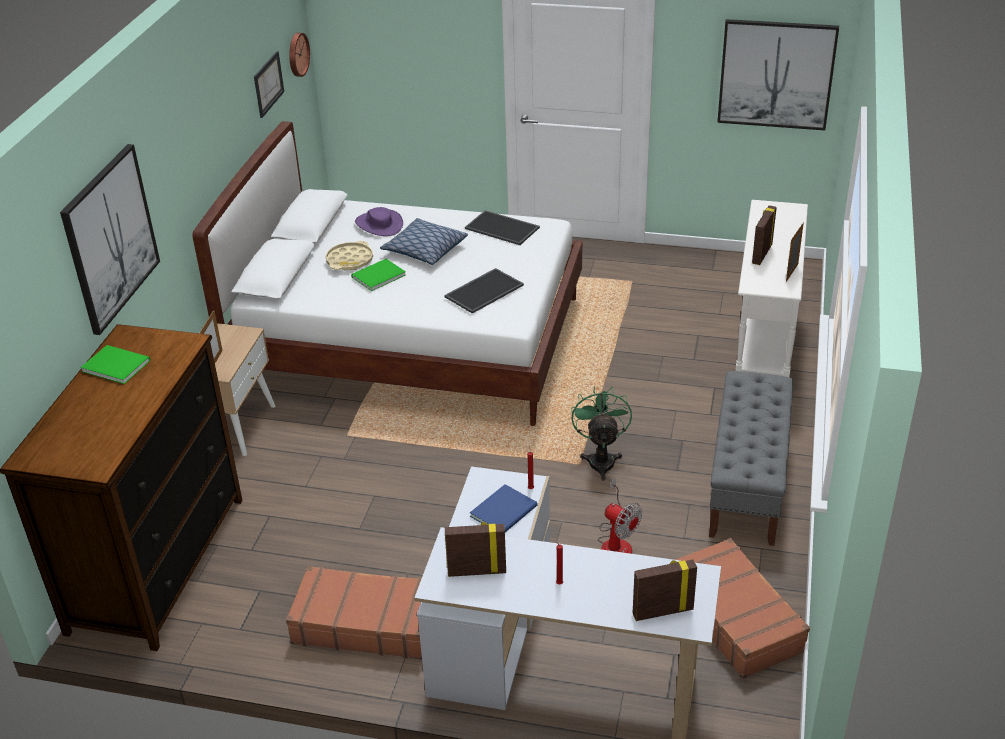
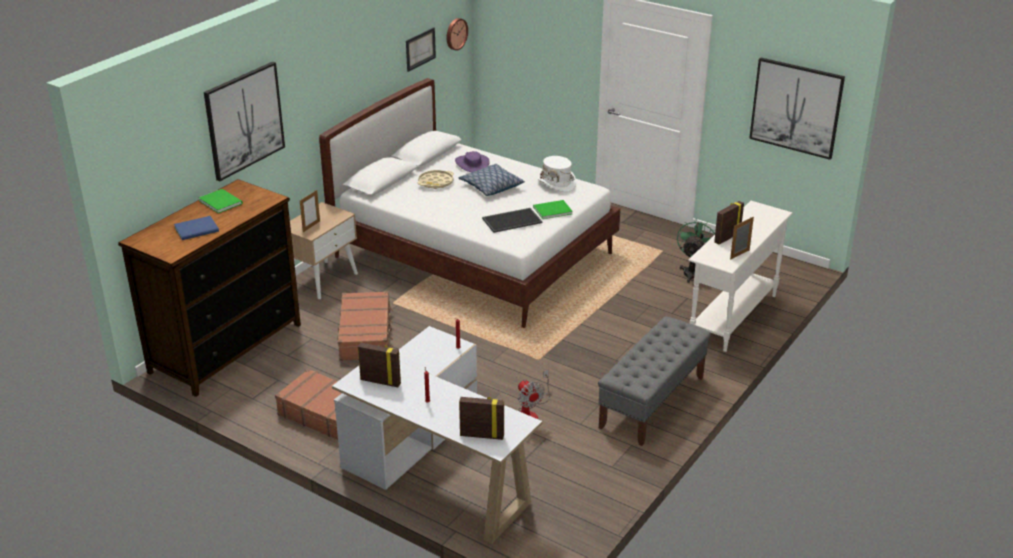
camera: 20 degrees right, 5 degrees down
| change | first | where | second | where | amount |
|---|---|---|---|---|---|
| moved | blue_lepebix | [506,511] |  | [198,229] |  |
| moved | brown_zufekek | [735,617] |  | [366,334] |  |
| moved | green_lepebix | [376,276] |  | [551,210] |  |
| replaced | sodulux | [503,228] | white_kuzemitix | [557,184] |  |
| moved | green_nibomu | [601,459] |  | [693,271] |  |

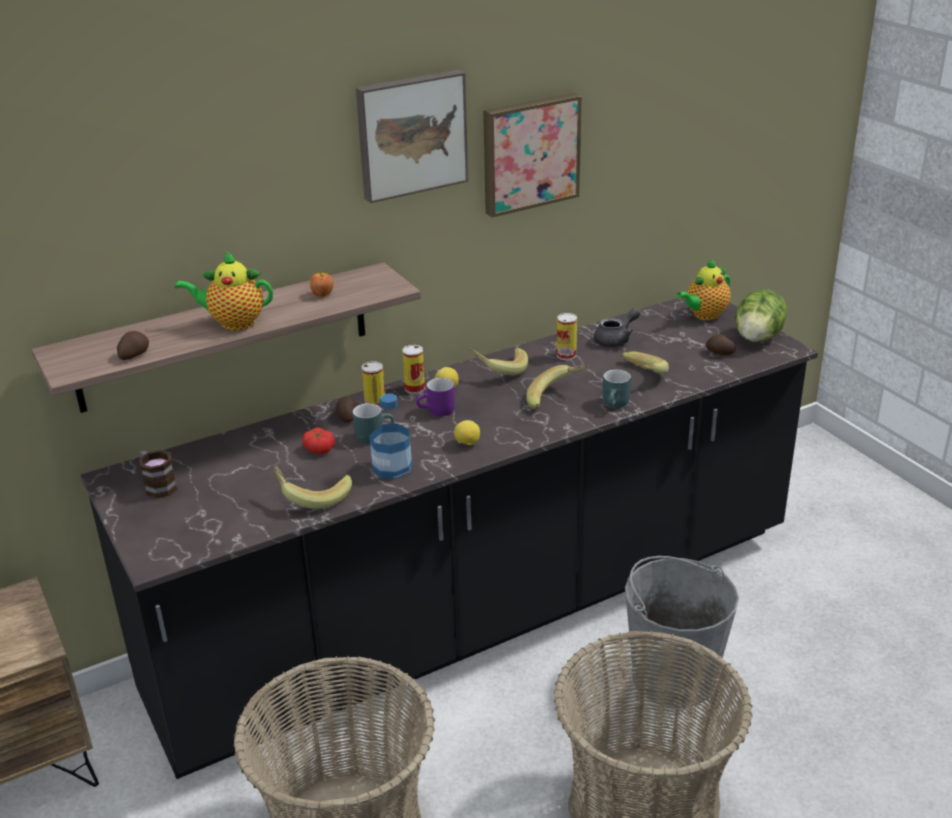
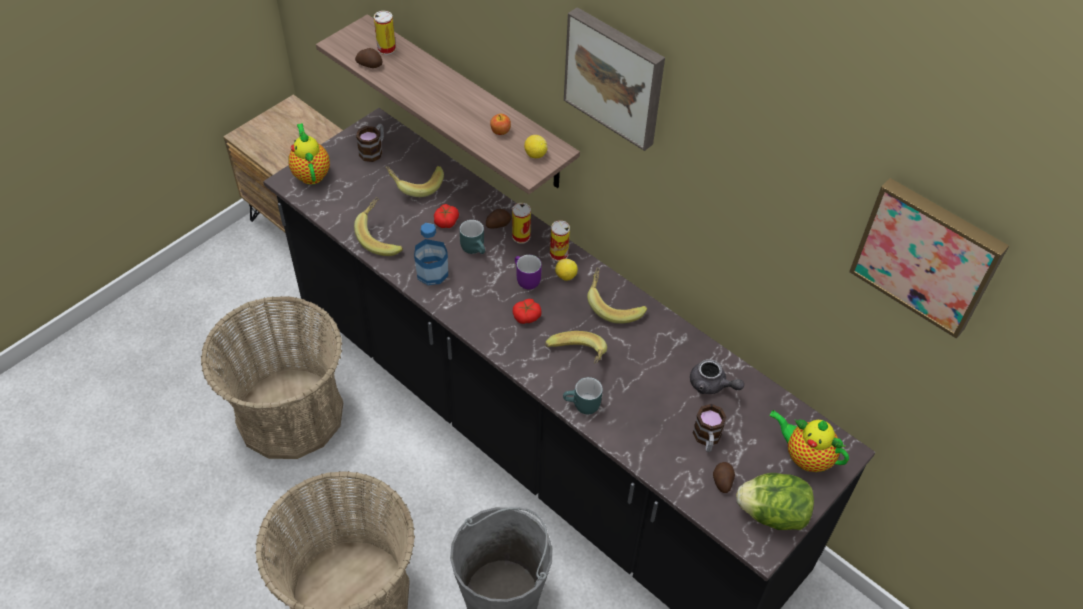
camera: 70 degrees right, 20 degrees up
| change | first | where | second | where | amount |
|---|---|---|---|---|---|
| moved | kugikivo | [233,323] |  | [311,173] |  |
| moved | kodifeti | [566,355] |  | [386,49] |  |
| moved | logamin | [638,376] |  | [415,185] |  |
| added |  |  | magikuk | [527,316] |  |
| moved | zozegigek | [467,443] |  | [535,155] |  |
| added |  |  | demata | [707,439] |  |
| moved | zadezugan | [529,153] |  | [927,255] |  |

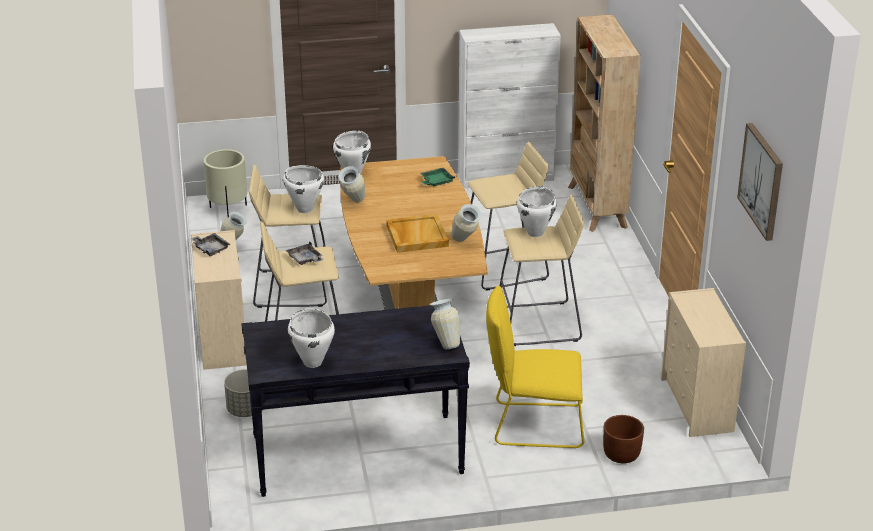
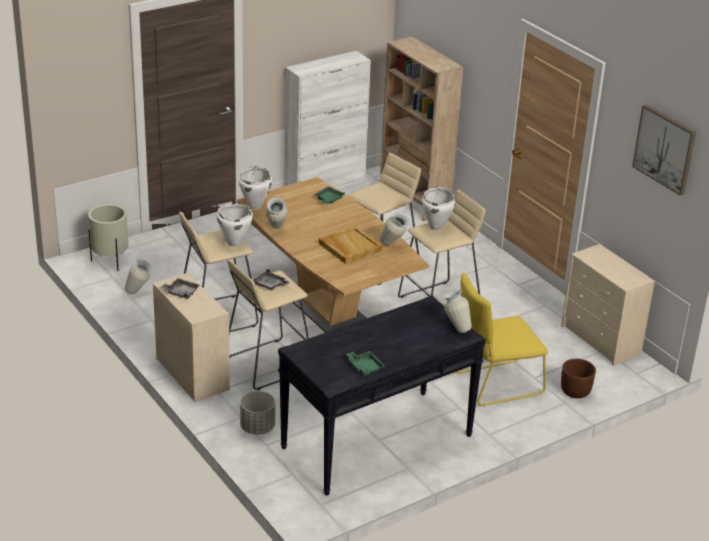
camera: 25 degrees left, 0 degrees up
| change | first | where | second | where | amount |
|---|---|---|---|---|---|
| replaced | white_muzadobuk | [313,362] | green_sodulux | [364,367] |  |

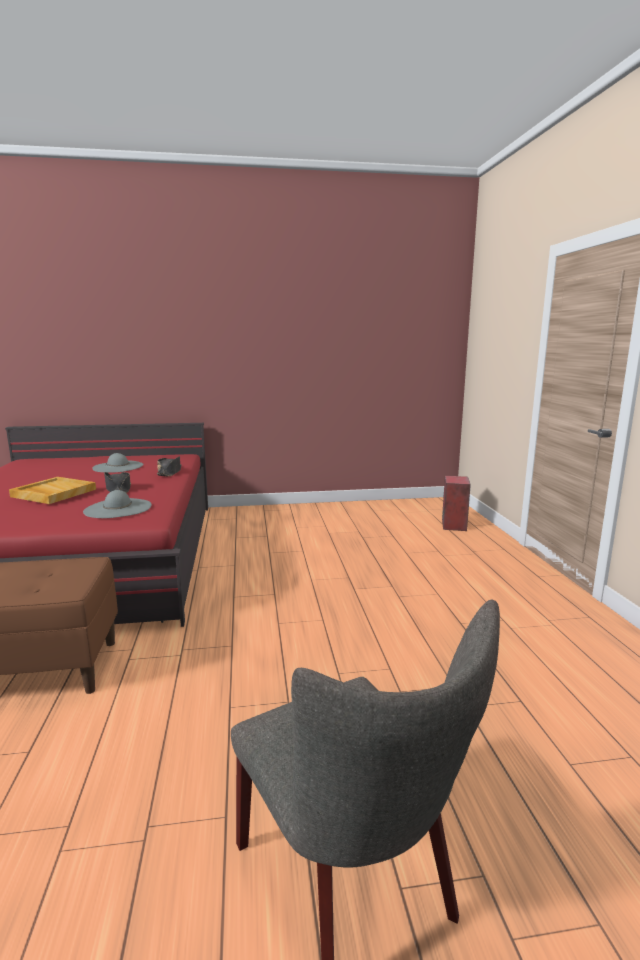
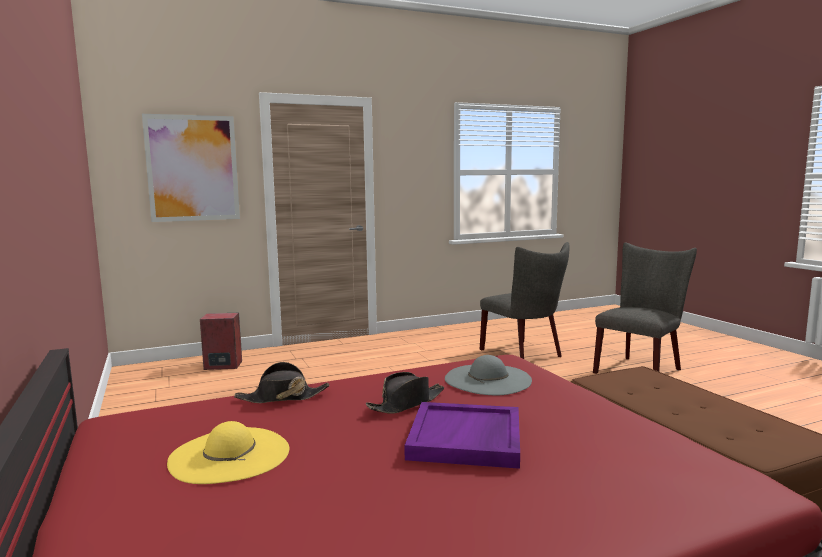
camera: 105 degrees left, 5 degrees down
| change | first | where | second | where | amount |
|---|---|---|---|---|---|
| added |  |  | zadezugan | [192,168] |  |
| recoloured | grey_kuzemitix | [118,467] | yellow_kuzemitix | [229,455] |  |
| recoloured | beige_sodulux | [53,493] | purple_sodulux | [466,439] |  |
| added |  |  | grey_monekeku | [524,354] |  |

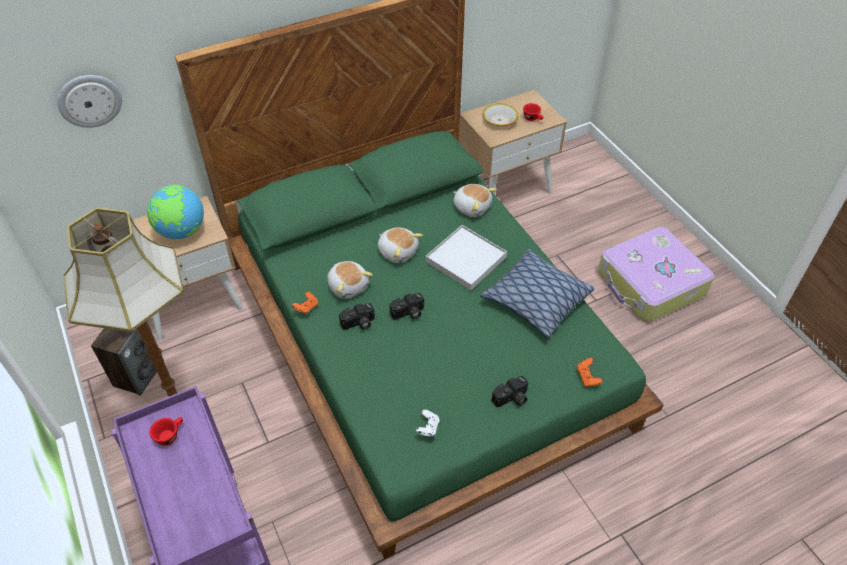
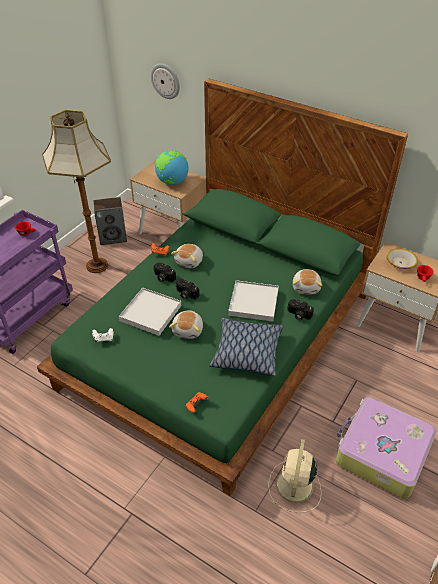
camera: 60 degrees right, 5 degrees down
| change | first | where | second | where | amount |
|---|---|---|---|---|---|
| added |  |  | white_sodulux | [150,313] |  |
| moved | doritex | [398,251] |  | [188,330] |  |
| added |  |  | beige_nibomu | [294,487] |  |
| moved | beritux | [511,399] |  | [298,315] |  |

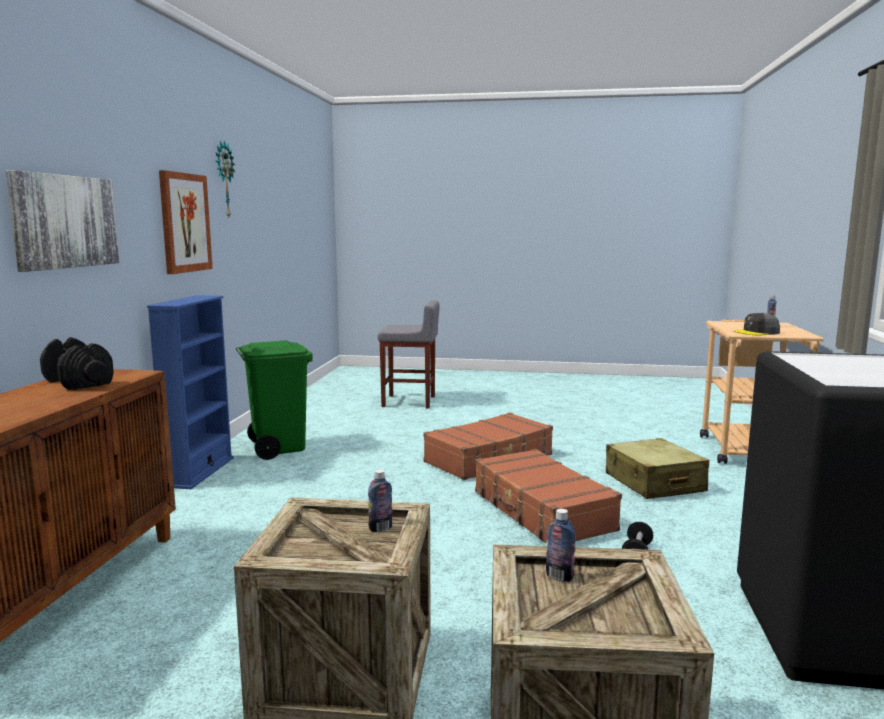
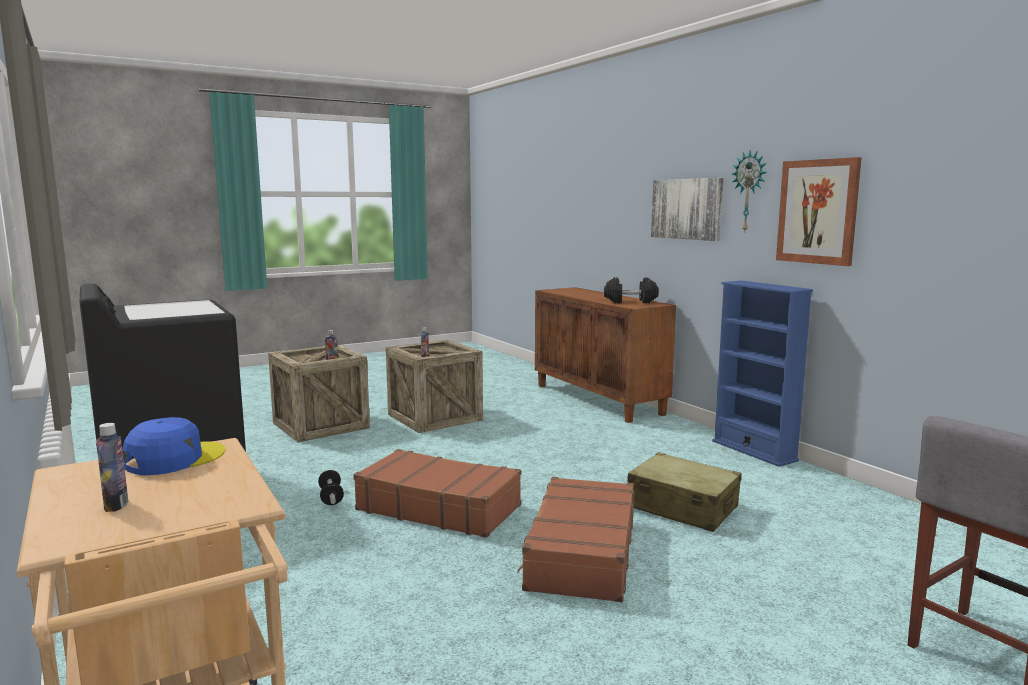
camera: 140 degrees right, 0 degrees up
| change | first | where | second | where | amount |
|---|---|---|---|---|---|
| recoloured | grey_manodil | [756,332] | blue_manodil | [174,459] |  |
| moved | beige_zufekek | [654,483] |  | [682,507] |  |
| moved | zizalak | [223,180] |  | [749,191] |  |
| removed | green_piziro | [278,448] |  |  |  |

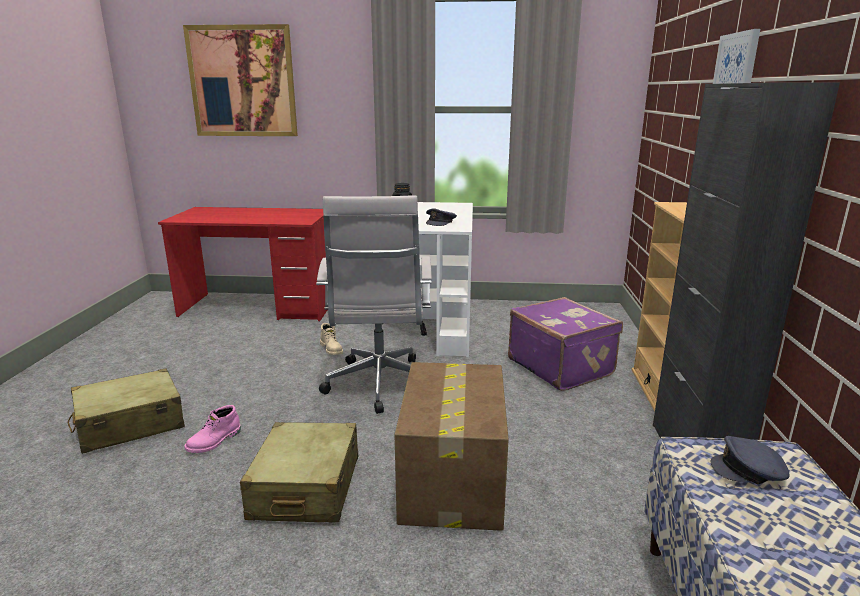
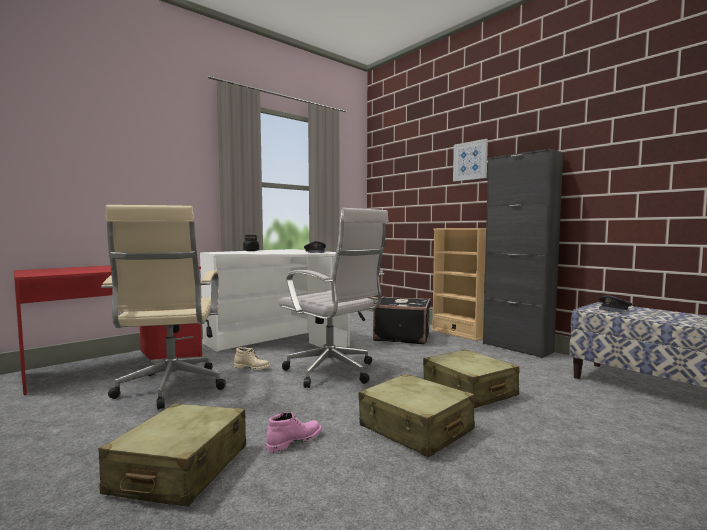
camera: 45 degrees left, 15 degrees down
| change | first | where | second | where | amount |
|---|---|---|---|---|---|
| added |  |  | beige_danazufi | [170,389] |  |
| turned | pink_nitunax | [214,441] |  | [294,441] | 120 degrees counterclockwise |
| recoloured | purple_zufekek | [561,366] | black_zufekek | [402,337] |  |
| replaced | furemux | [452,480] | beige_zufekek | [469,391] |  |
| removed | zadezugan | [242,82] |  |  |  |

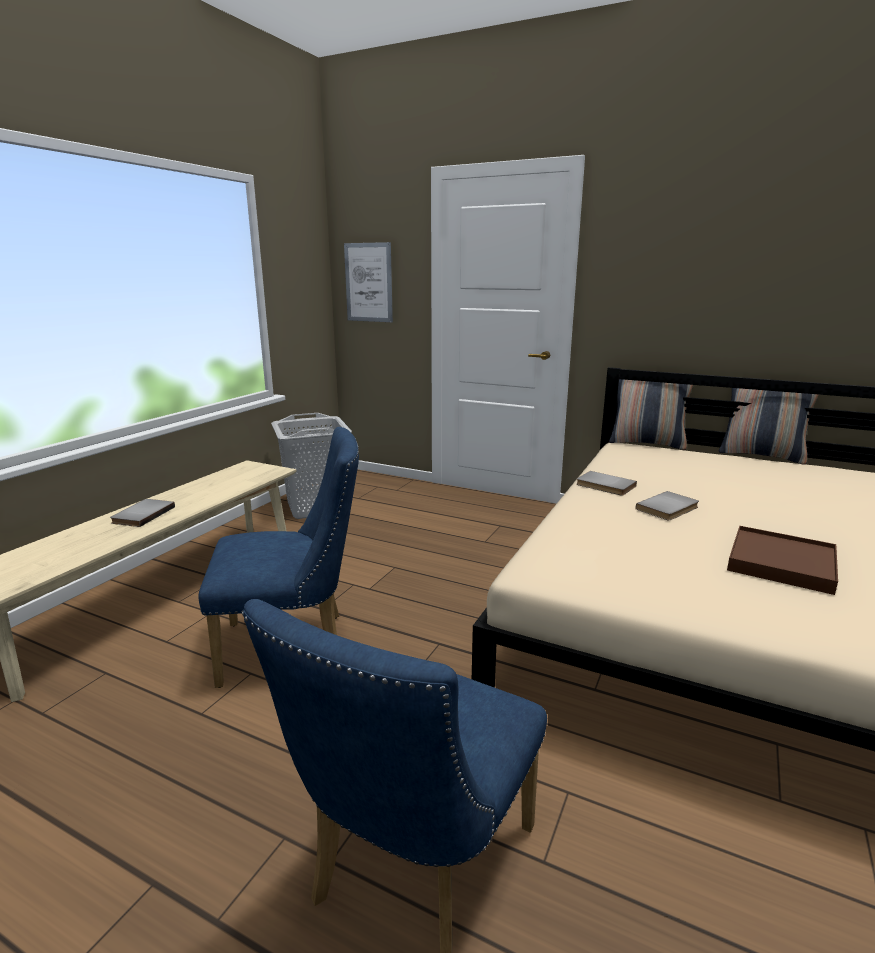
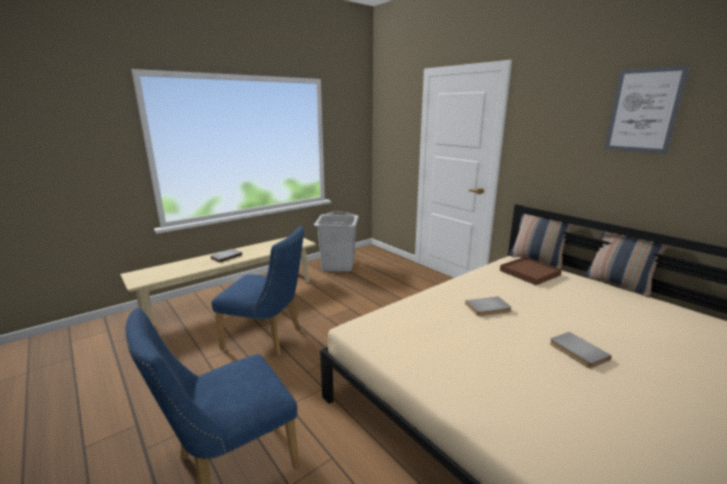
camera: 25 degrees right, 0 degrees up
| change | first | where | second | where | amount |
|---|---|---|---|---|---|
| moved | brown_sodulux | [781,563] |  | [529,273] |  |
| moved | grey_lepebix | [604,486] |  | [577,352] |  |
| moved | zadezugan | [368,282] |  | [643,110] |  |

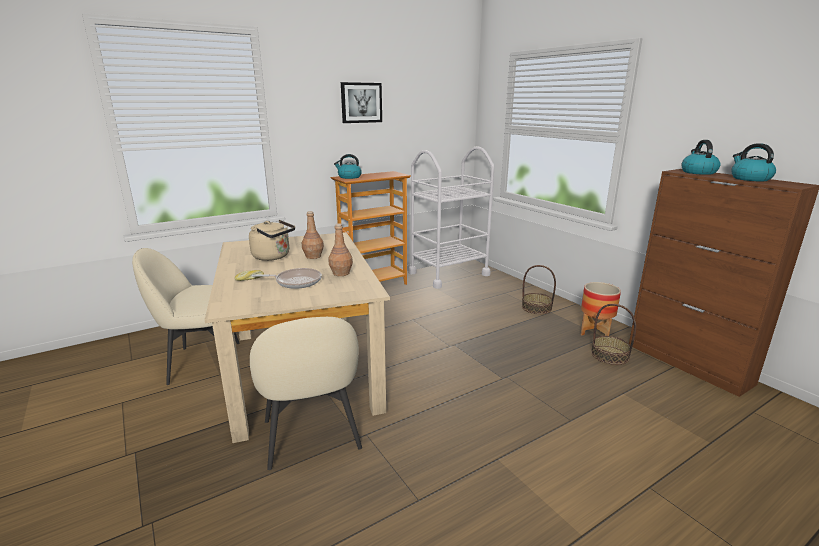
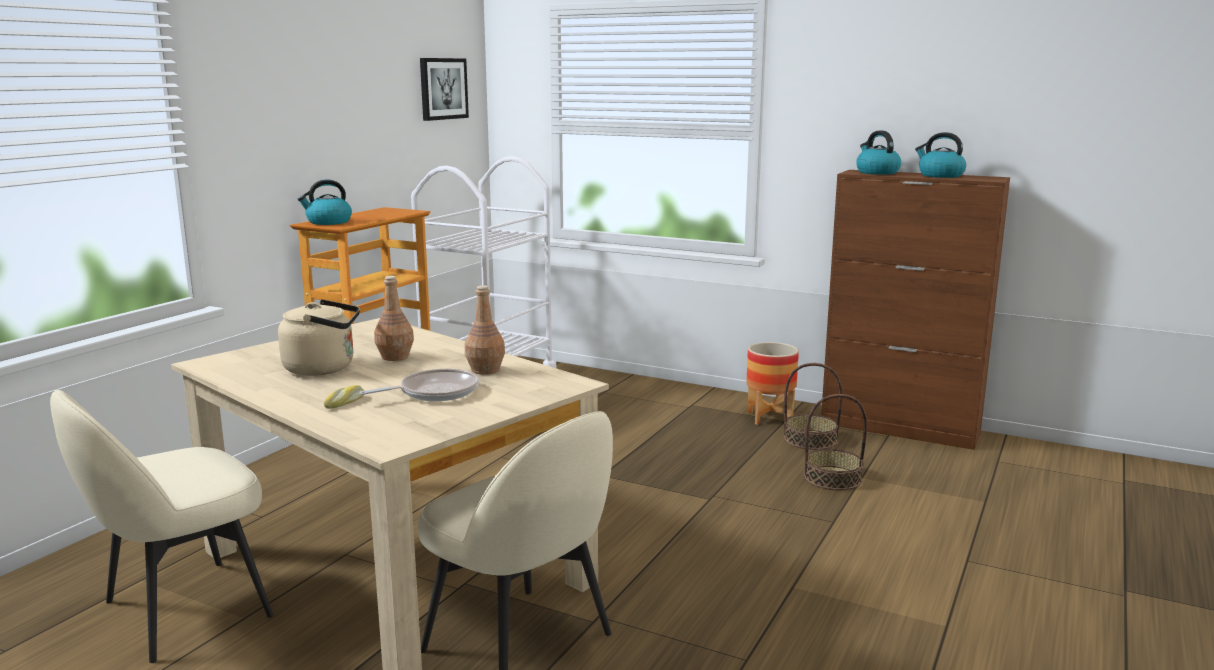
camera: 30 degrees left, 5 degrees down
| change | first | where | second | where | amount |
|---|---|---|---|---|---|
| moved | zadezugan | [361,102] |  | [442,88] |  |
| moved | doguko | [536,308] |  | [832,478] |  |

